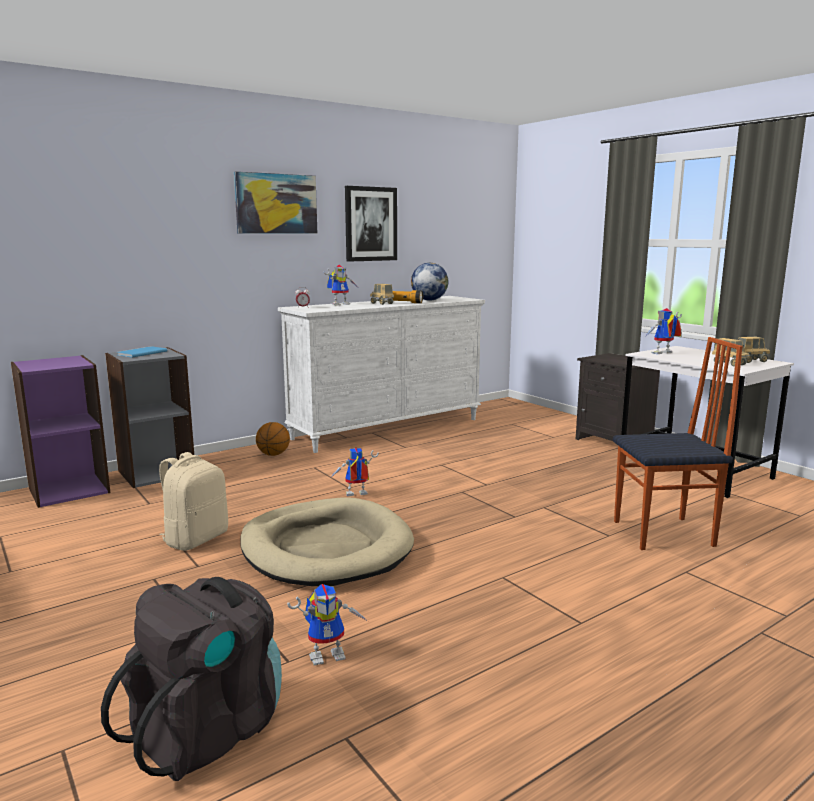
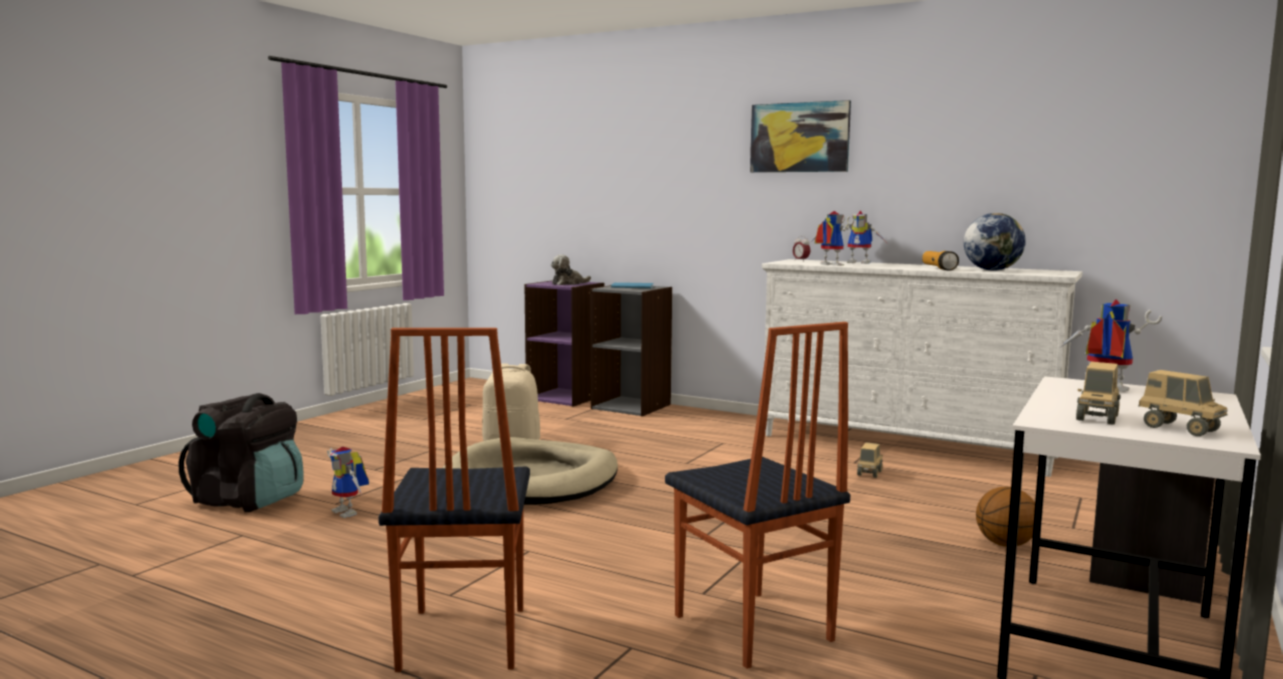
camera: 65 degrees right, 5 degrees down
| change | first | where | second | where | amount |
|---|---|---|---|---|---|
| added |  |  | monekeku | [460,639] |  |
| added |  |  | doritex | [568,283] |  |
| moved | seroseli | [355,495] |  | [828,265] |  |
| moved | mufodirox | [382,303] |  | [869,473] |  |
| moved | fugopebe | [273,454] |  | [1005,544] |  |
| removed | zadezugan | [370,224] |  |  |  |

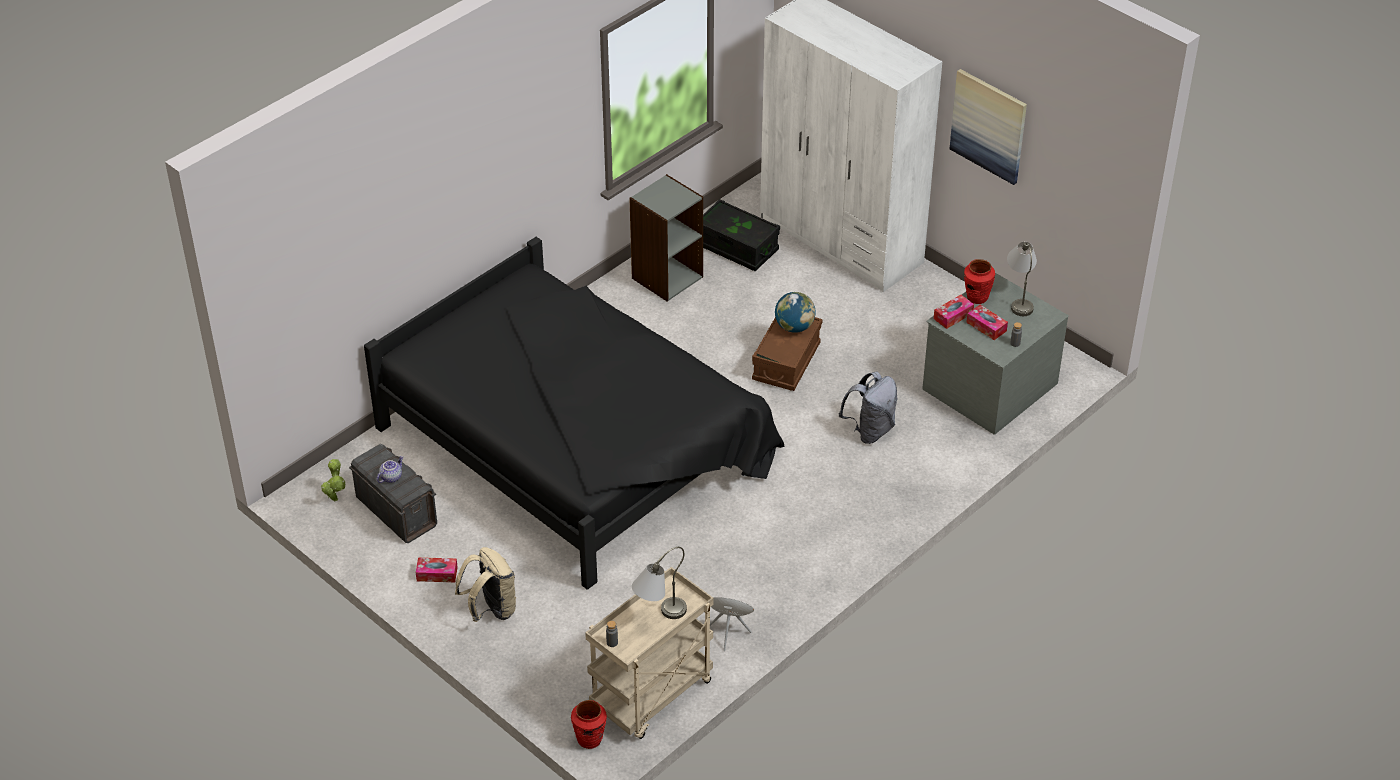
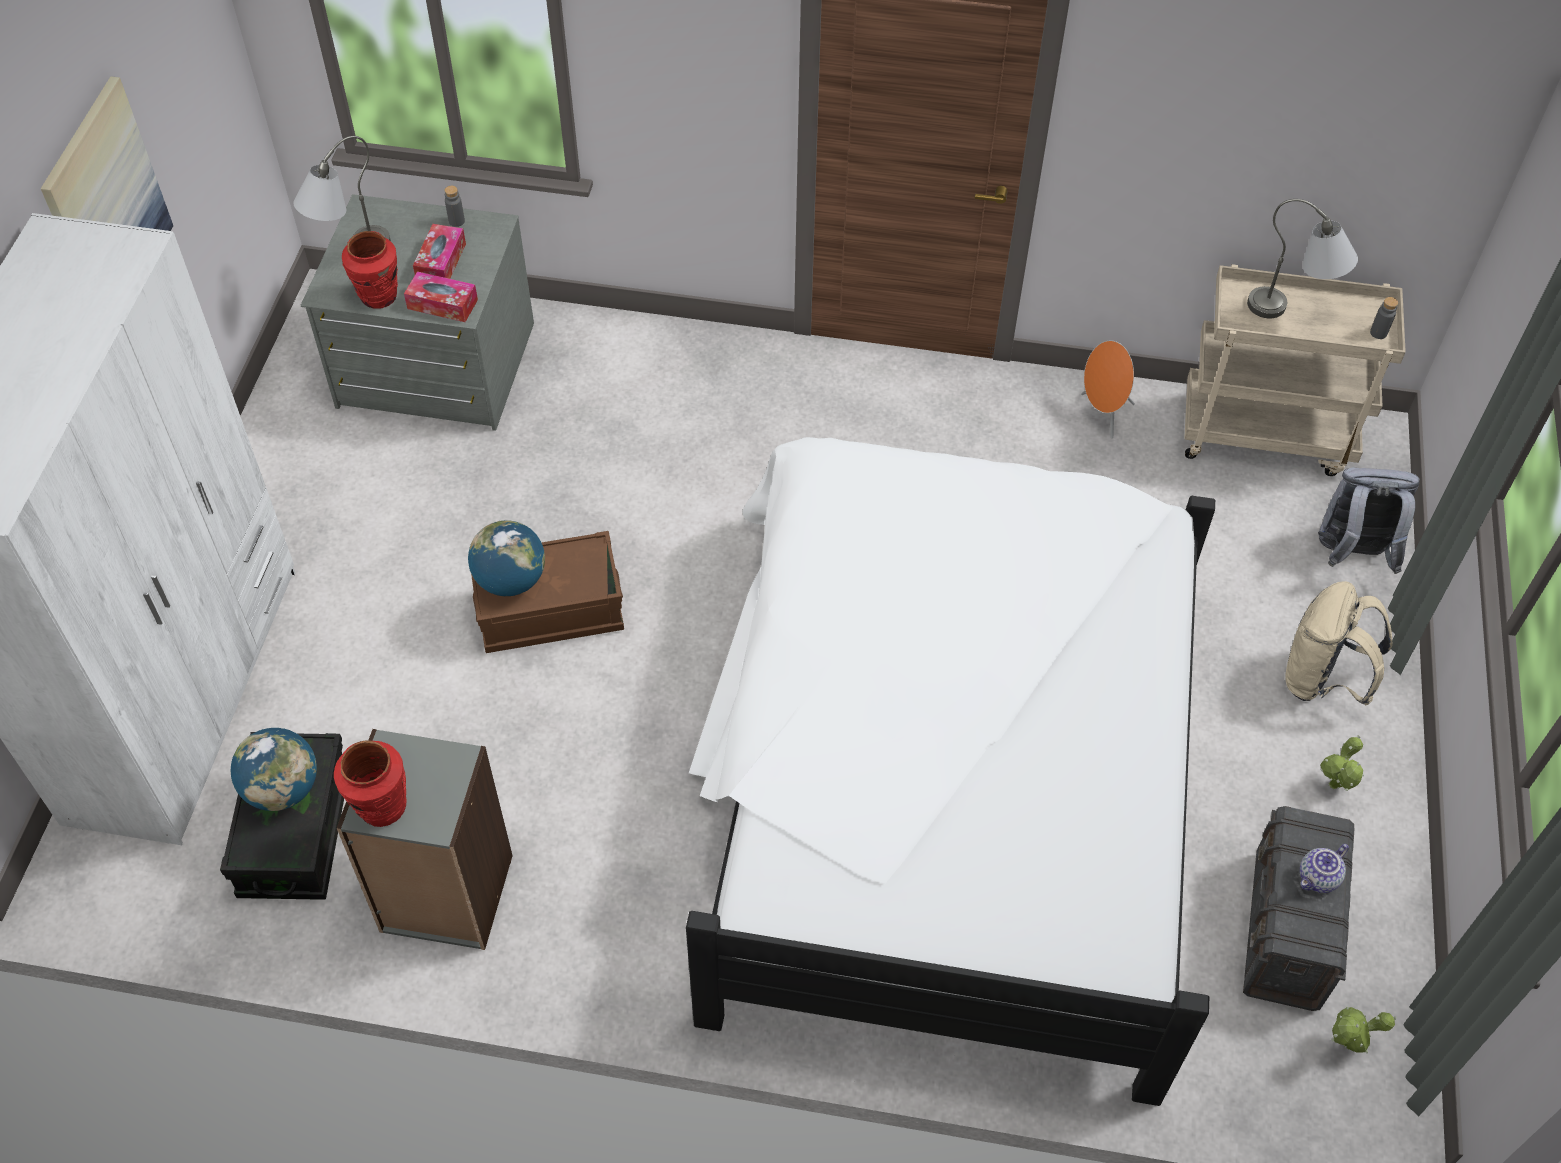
camera: 125 degrees left, 10 degrees up
| change | first | where | second | where | amount |
|---|---|---|---|---|---|
| added |  |  | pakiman | [283,789] |  |
| moved | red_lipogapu | [589,739] |  | [382,807] |  |
| recoloured | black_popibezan | [577,445] | white_popibezan | [940,774] |  |
| turned | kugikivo | [391,477] |  | [1318,879] | 45 degrees counterclockwise |
| moved | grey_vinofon | [870,430] |  | [1351,553] |  |
| replaced | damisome | [437,574] | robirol | [1333,788] |  |

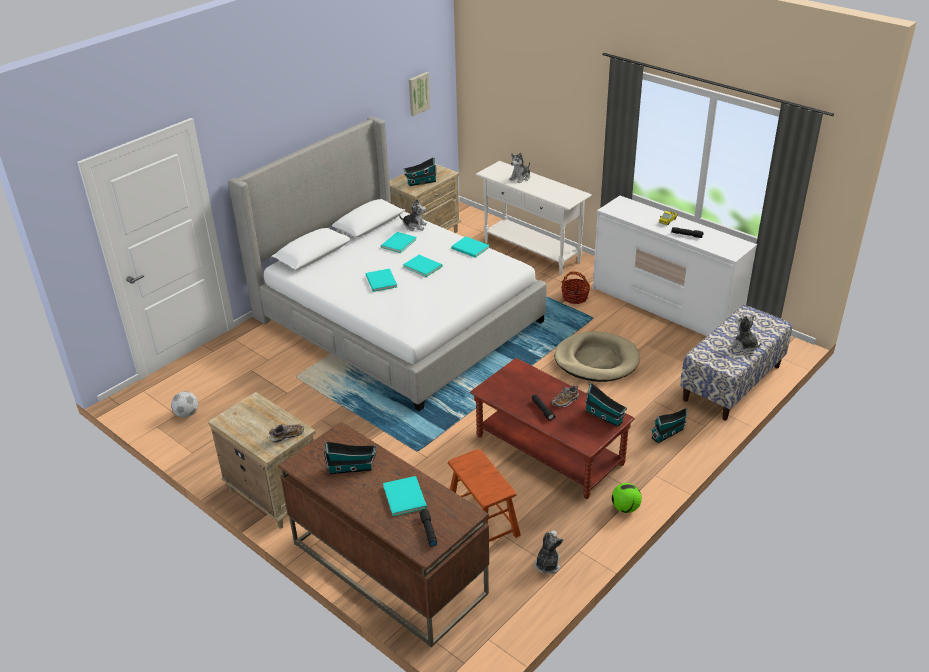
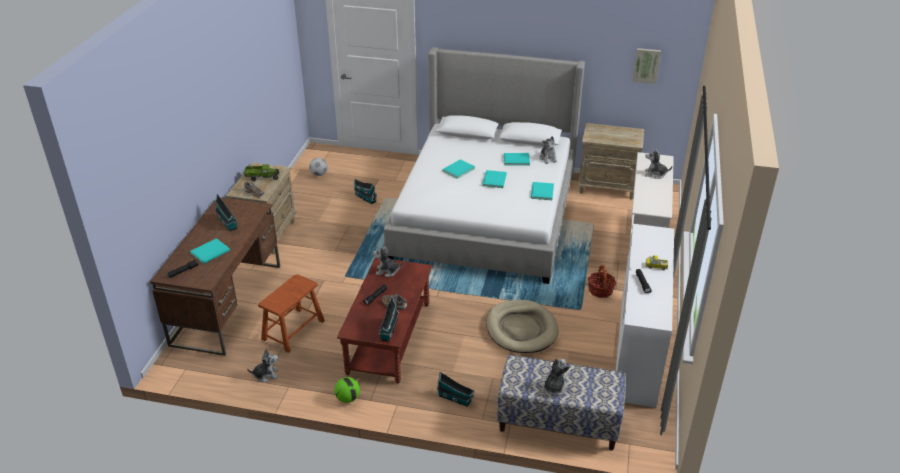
camera: 60 degrees right, 0 degrees up
| change | first | where | second | where | amount |
|---|---|---|---|---|---|
| added |  |  | mufodirox | [262,177] |  |
| moved | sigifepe | [420,182] |  | [365,198] |  |
| added |  |  | doritex | [387,271] |  |

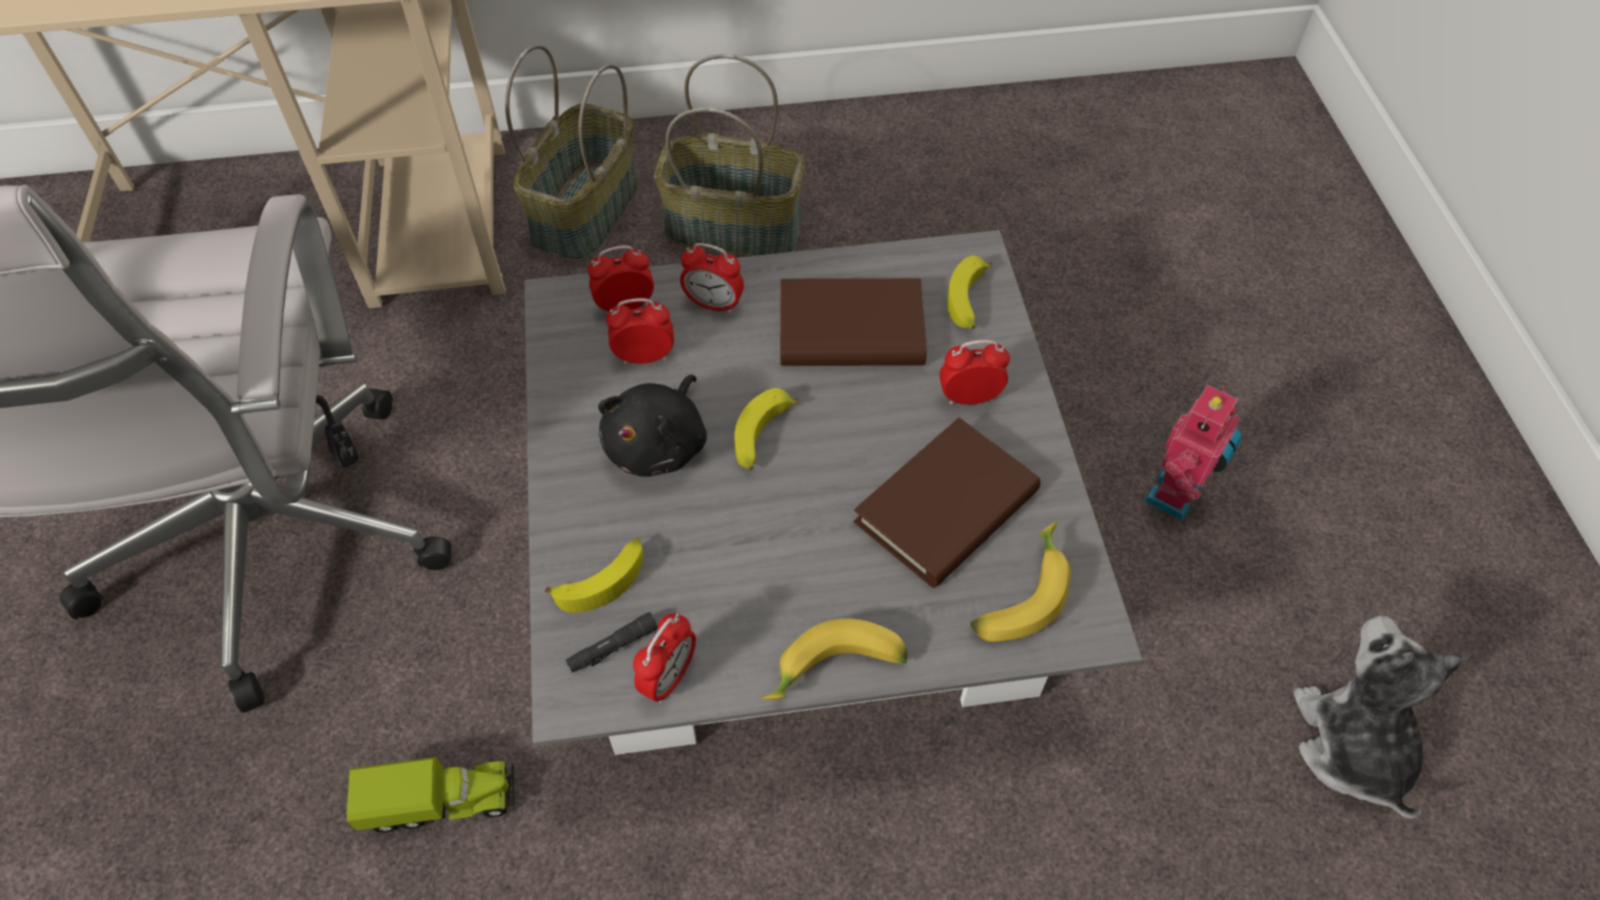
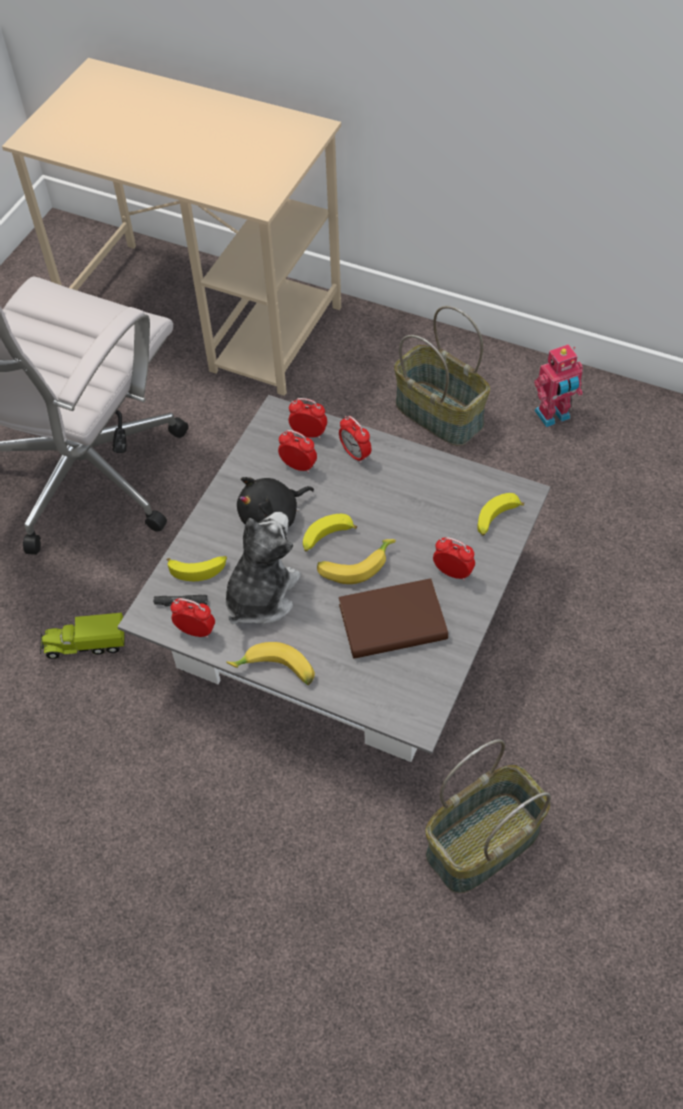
camera: 35 degrees right, 0 degrees up
| change | first | where | second | where | amount |
|---|---|---|---|---|---|
| turned | mufodirox | [441,802] |  | [85,644] | 150 degrees clockwise |
| turned | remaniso | [669,678] |  | [196,631] | 135 degrees counterclockwise |
| moved | doritex | [1351,745] |  | [261,595] |  |
| moved | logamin | [1019,594] |  | [355,564] |  |
| moved | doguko | [587,214] |  | [483,845] |  |
| moved | seroseli | [1177,496] |  | [553,416] |  |
| removed | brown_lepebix | [851,330] |  |  |  |

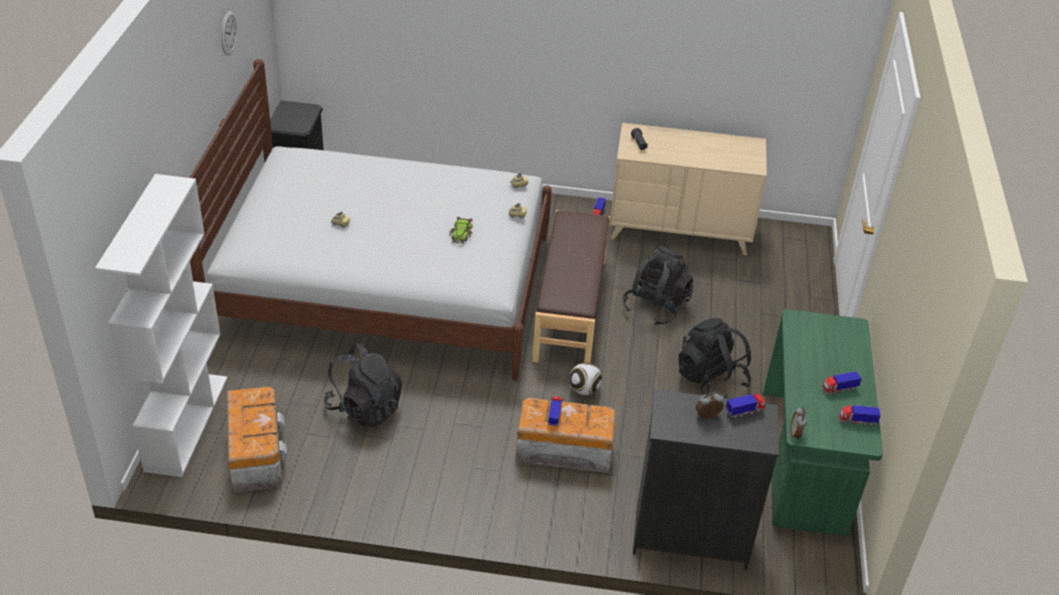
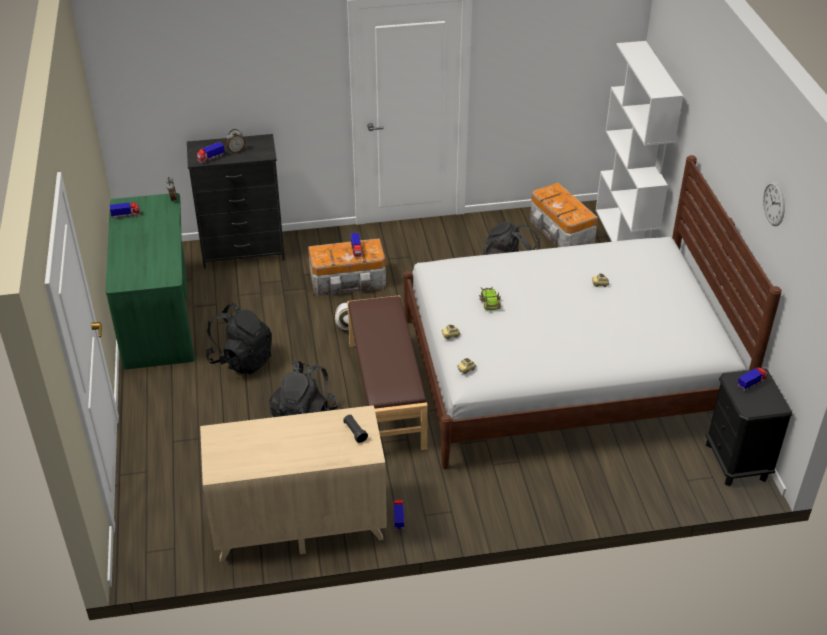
camera: 165 degrees right, 0 degrees up
| change | first | where | second | where | amount |
|---|---|---|---|---|---|
| moved | mufodirox | [839,389] |  | [751,384] |  |

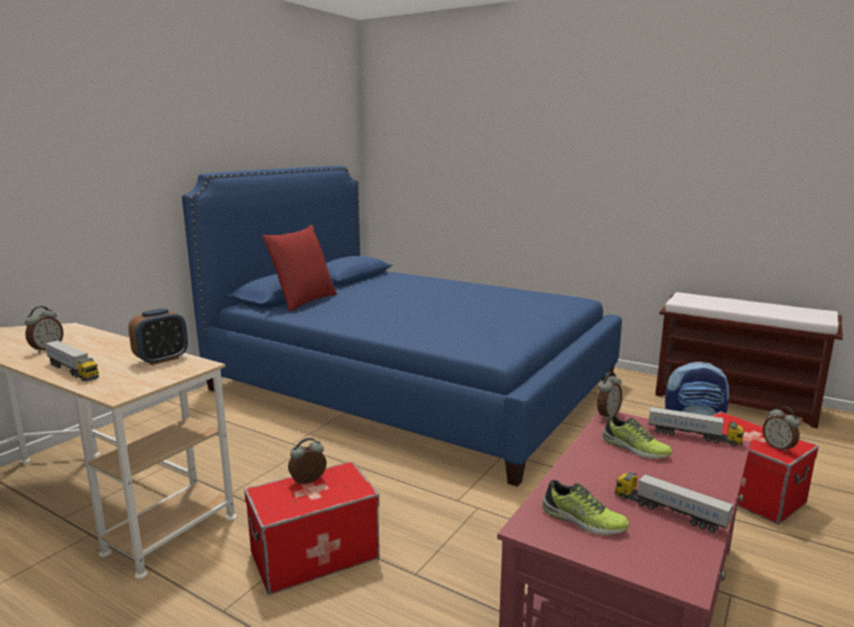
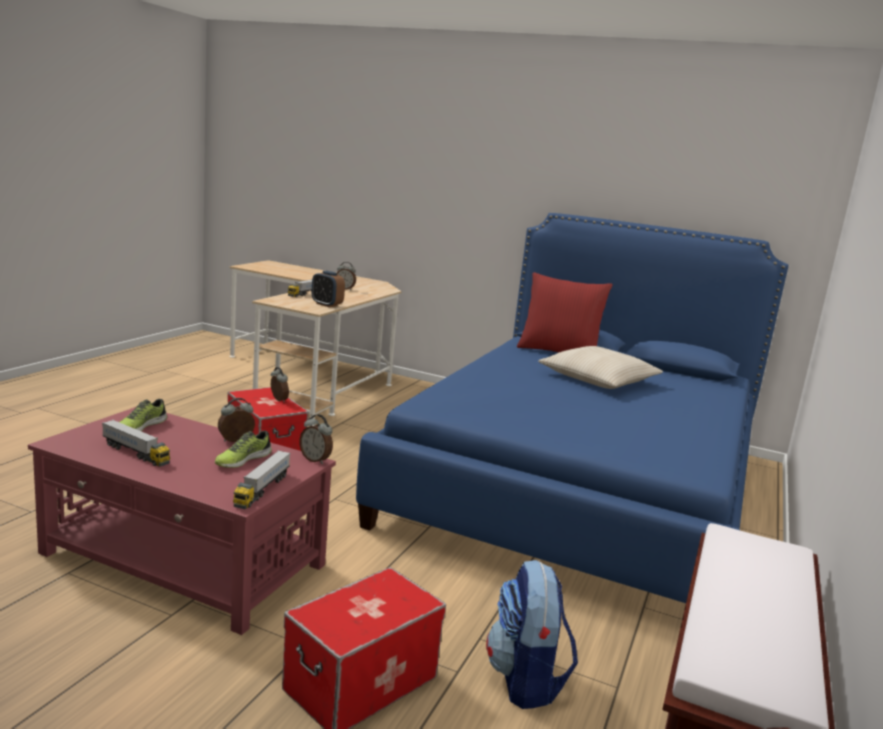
camera: 80 degrees right, 0 degrees up
| change | first | where | second | where | amount |
|---|---|---|---|---|---|
| turned | mufodirox | [669,512] |  | [135,453] | 90 degrees clockwise |
| moved | remaniso | [778,447] |  | [236,441] |  |
| added |  |  | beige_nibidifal | [598,380] |  |

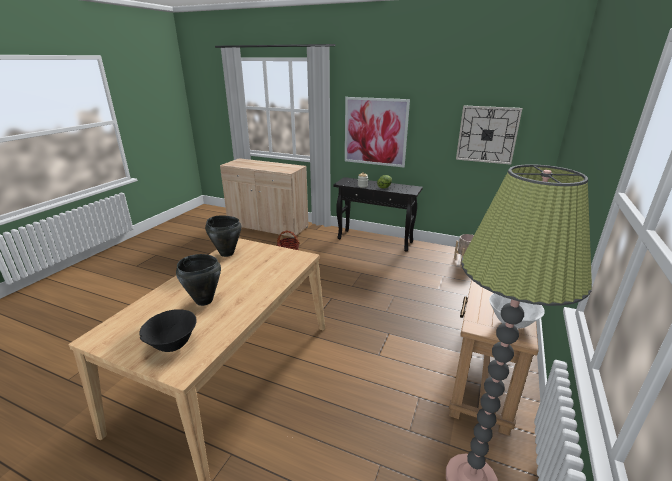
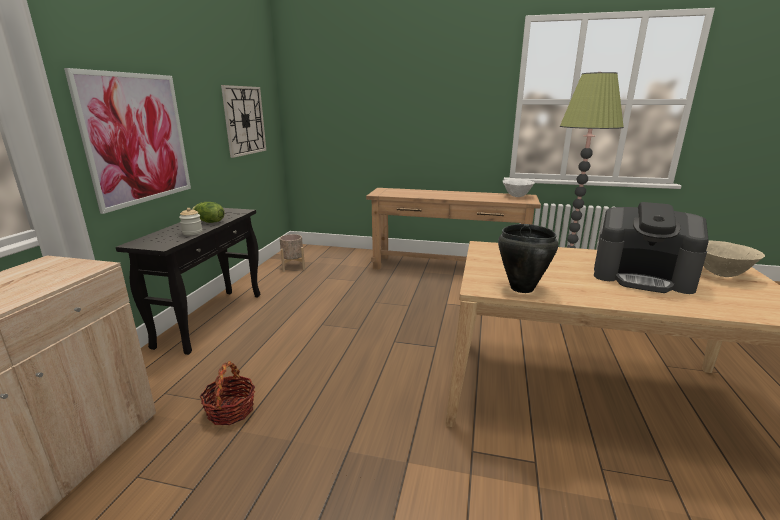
camera: 100 degrees left, 5 degrees down
| change | first | where | second | where | amount |
|---|---|---|---|---|---|
| replaced | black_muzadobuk | [204,301] | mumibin | [642,277] |  |
| recoloured | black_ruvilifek | [173,346] | beige_ruvilifek | [720,274] |  |

